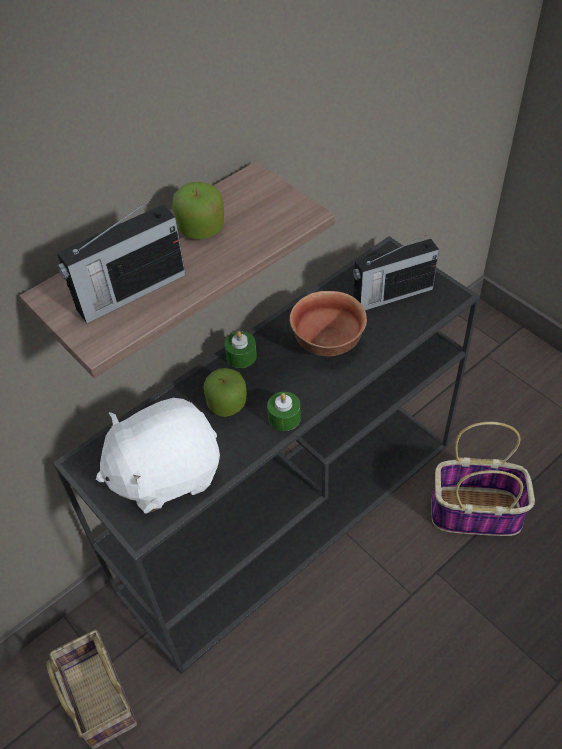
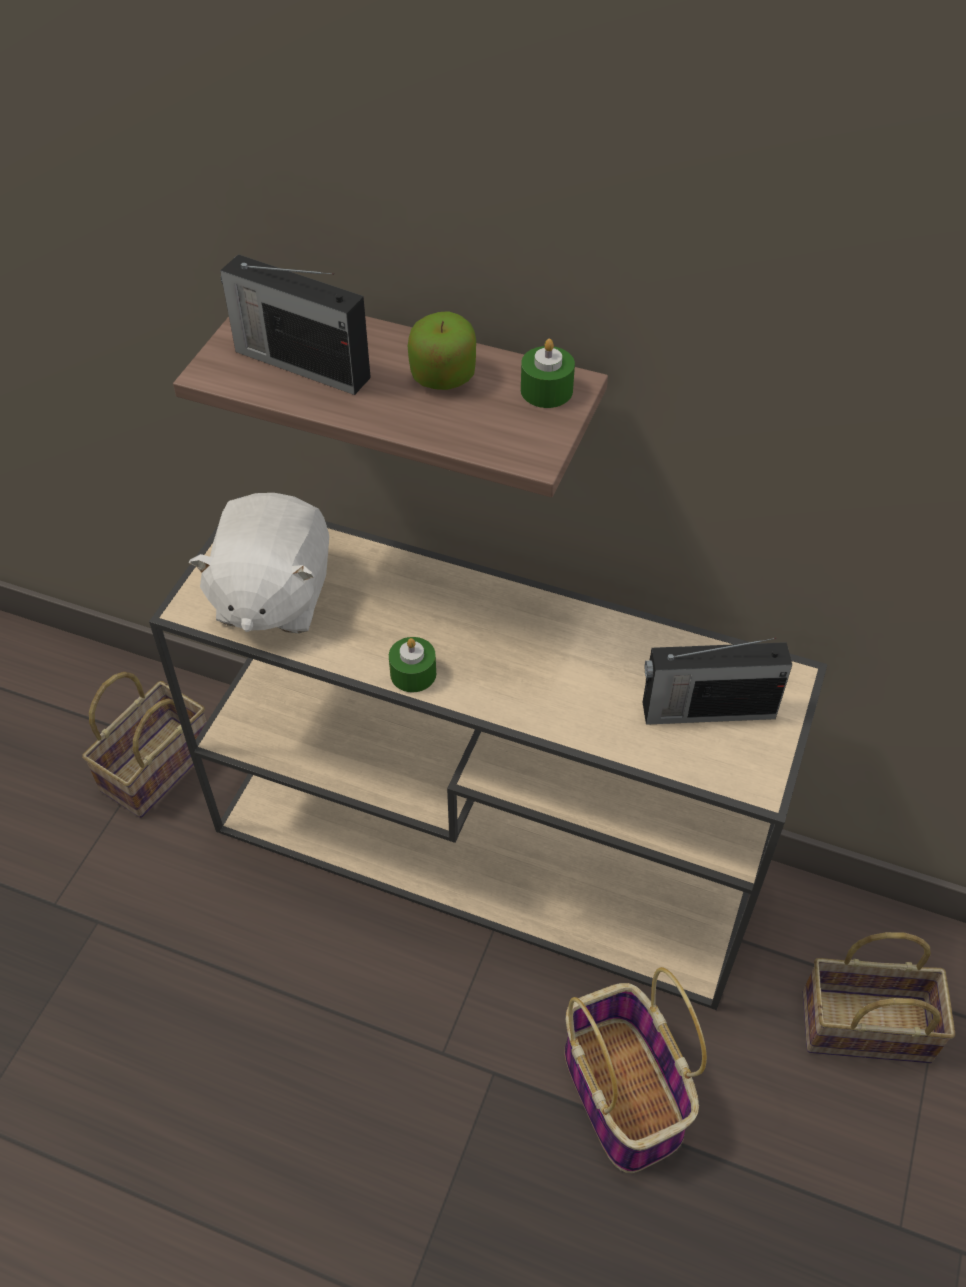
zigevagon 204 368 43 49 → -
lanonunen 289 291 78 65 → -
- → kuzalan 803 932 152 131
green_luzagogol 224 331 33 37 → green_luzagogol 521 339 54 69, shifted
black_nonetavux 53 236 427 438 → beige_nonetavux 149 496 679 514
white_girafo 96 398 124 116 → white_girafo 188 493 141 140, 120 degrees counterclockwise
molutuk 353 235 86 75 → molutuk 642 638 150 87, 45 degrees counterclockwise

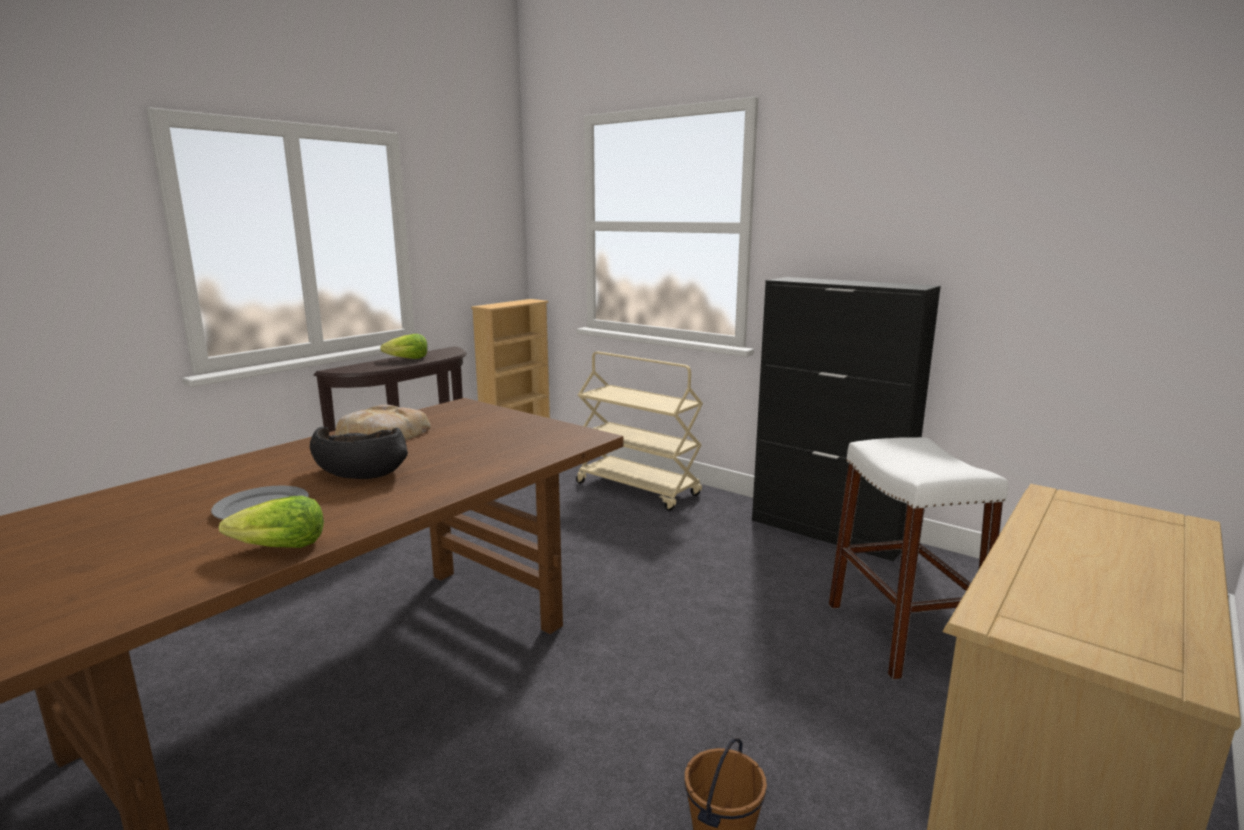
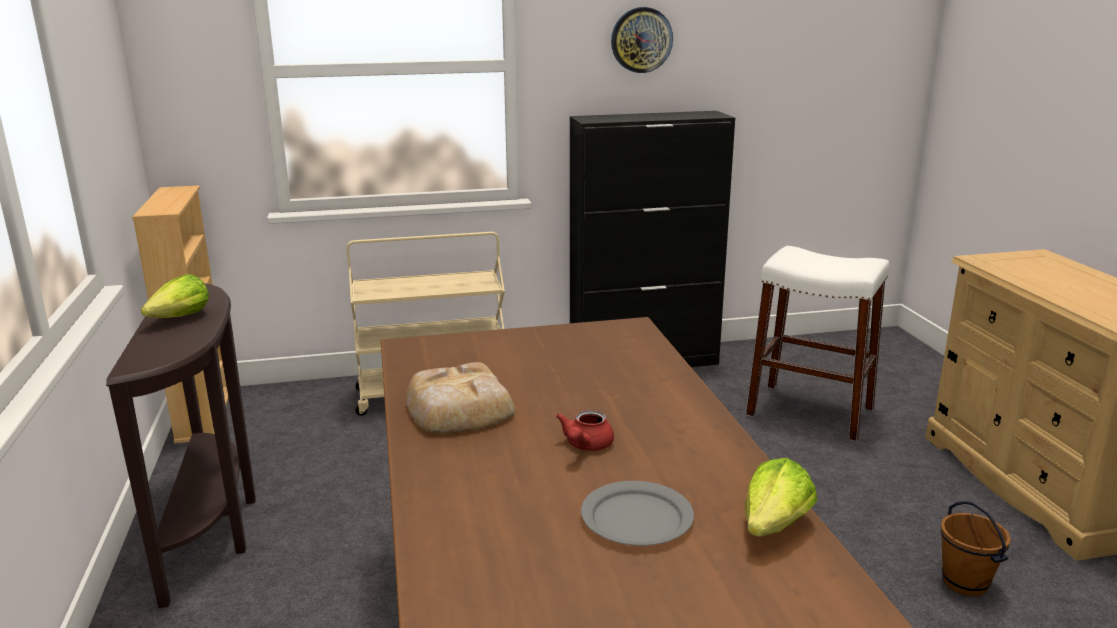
- → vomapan 611 7 62 66
black_lanonunen 310 427 98 52 → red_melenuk 556 410 58 41

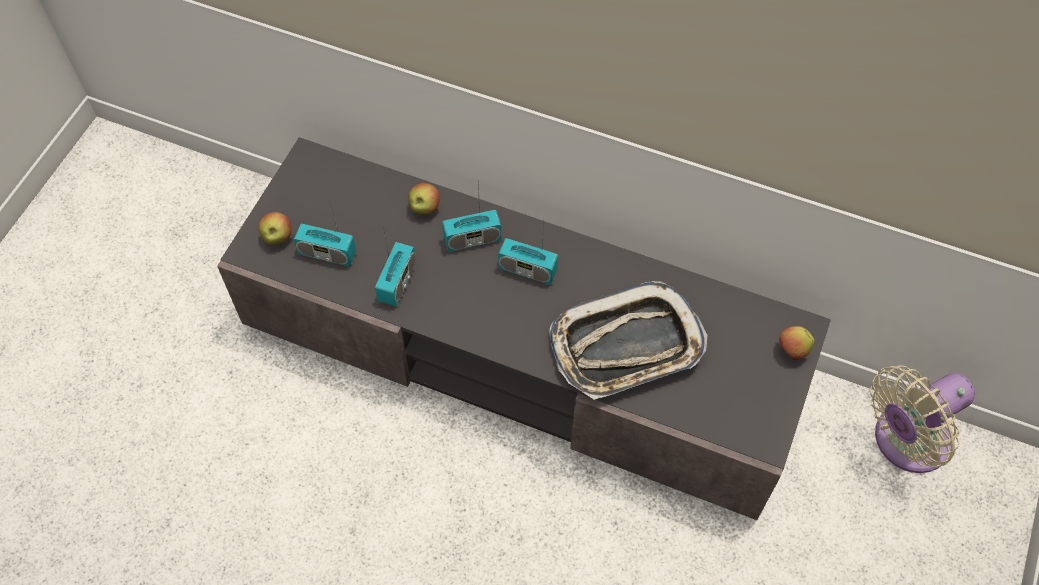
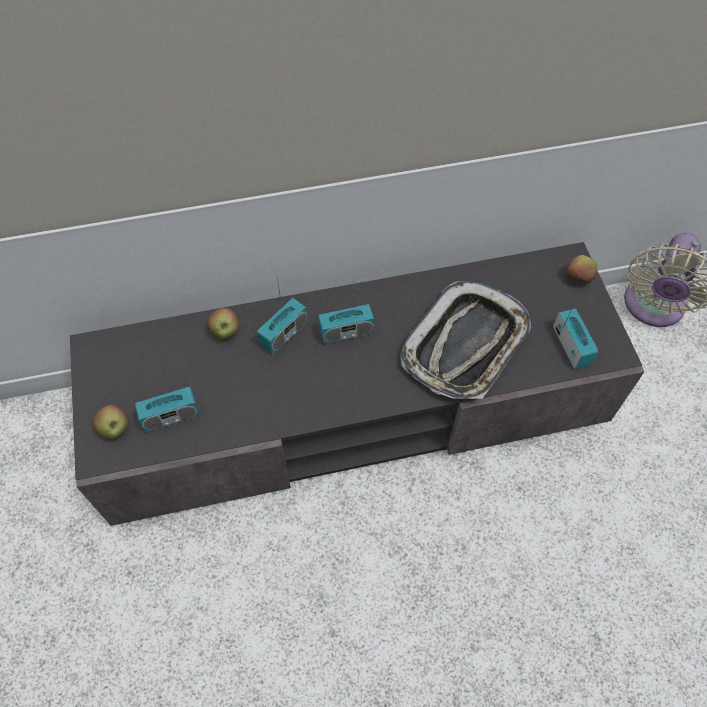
molutuk 375 227 41 79 → molutuk 553 300 45 69, shifted

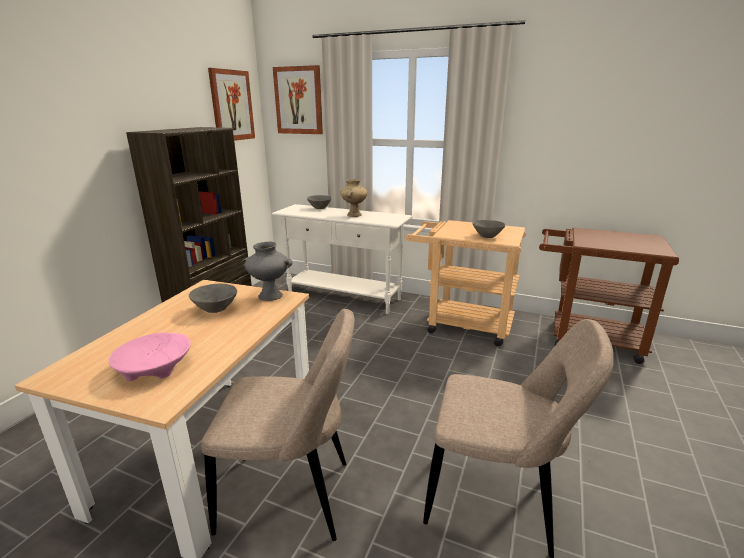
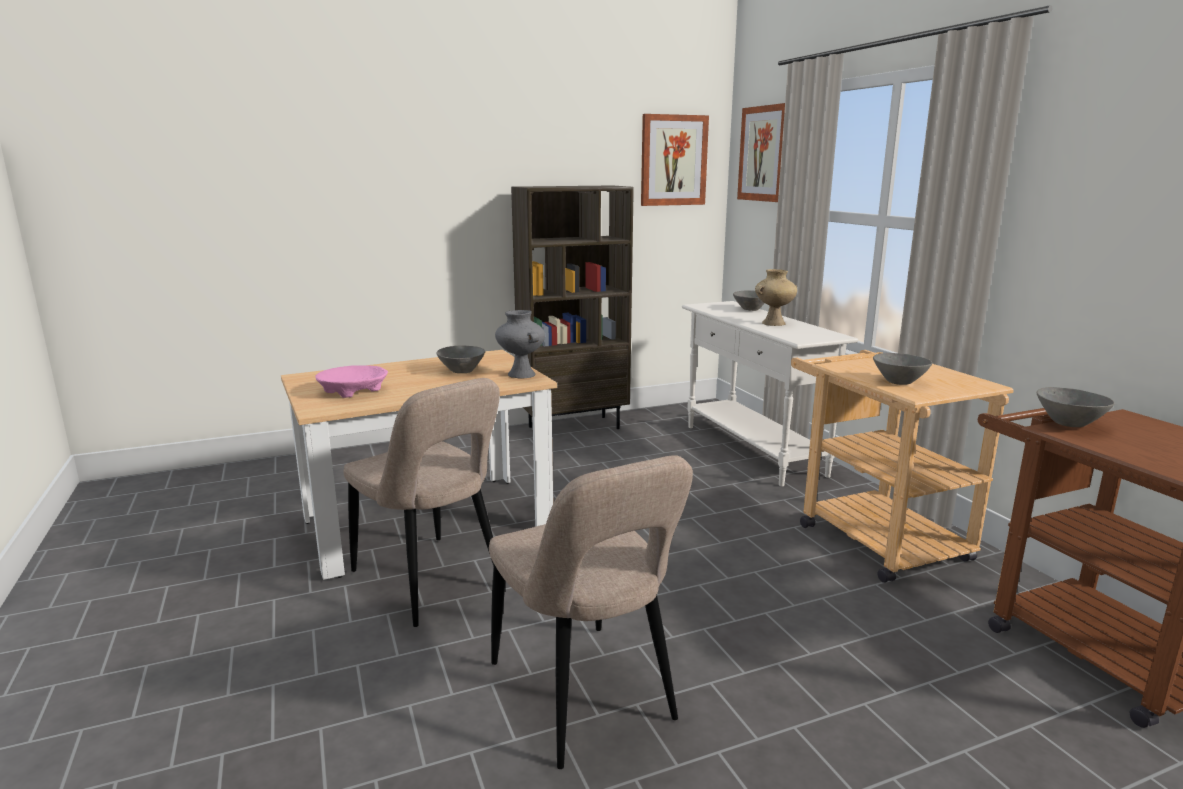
- → grey_lanonunen 1037 387 78 40

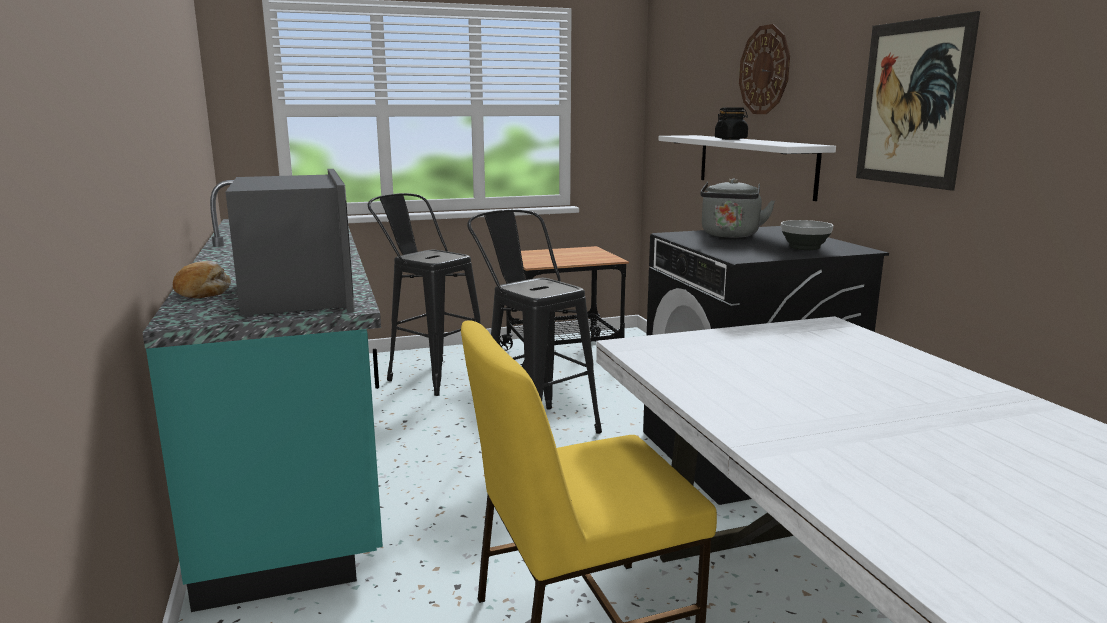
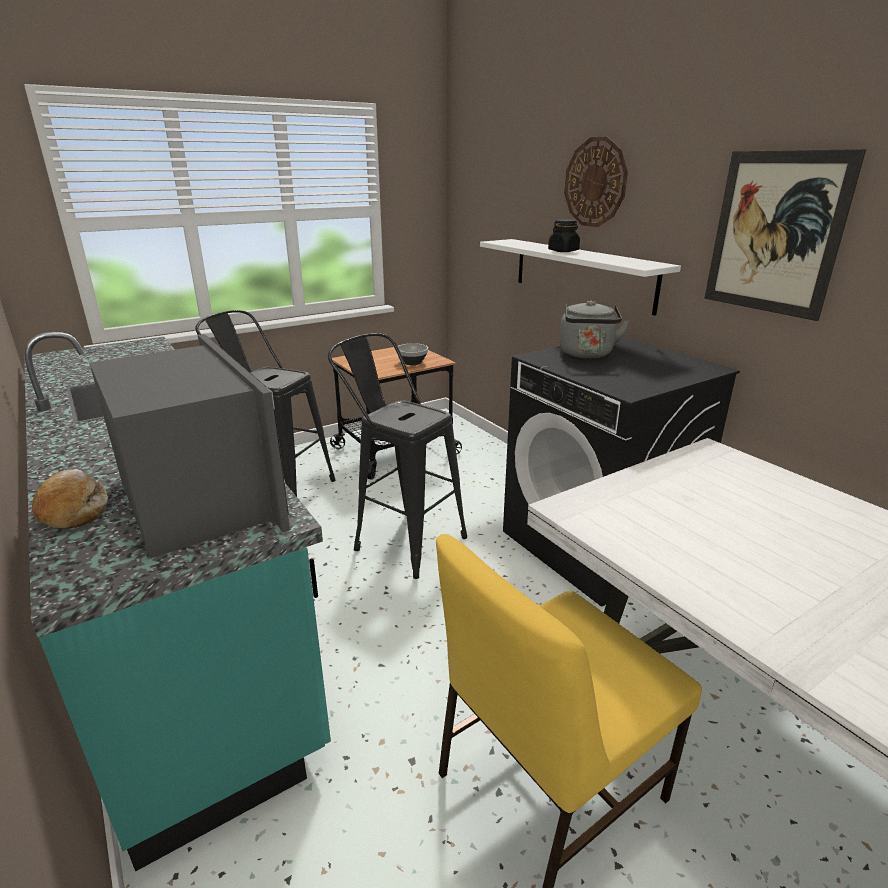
lanonunen 781 220 53 30 → lanonunen 398 343 30 22, shifted

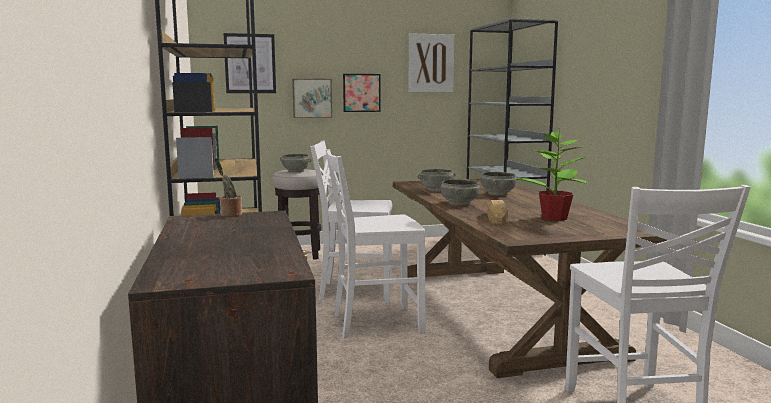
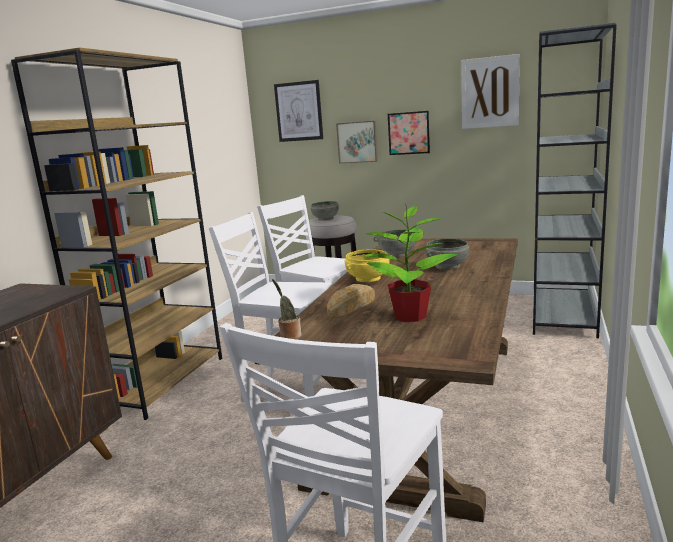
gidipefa 215 158 27 59 → gidipefa 272 279 30 60, shifted
grey_lanonunen 441 179 39 27 → yellow_lanonunen 345 249 45 33

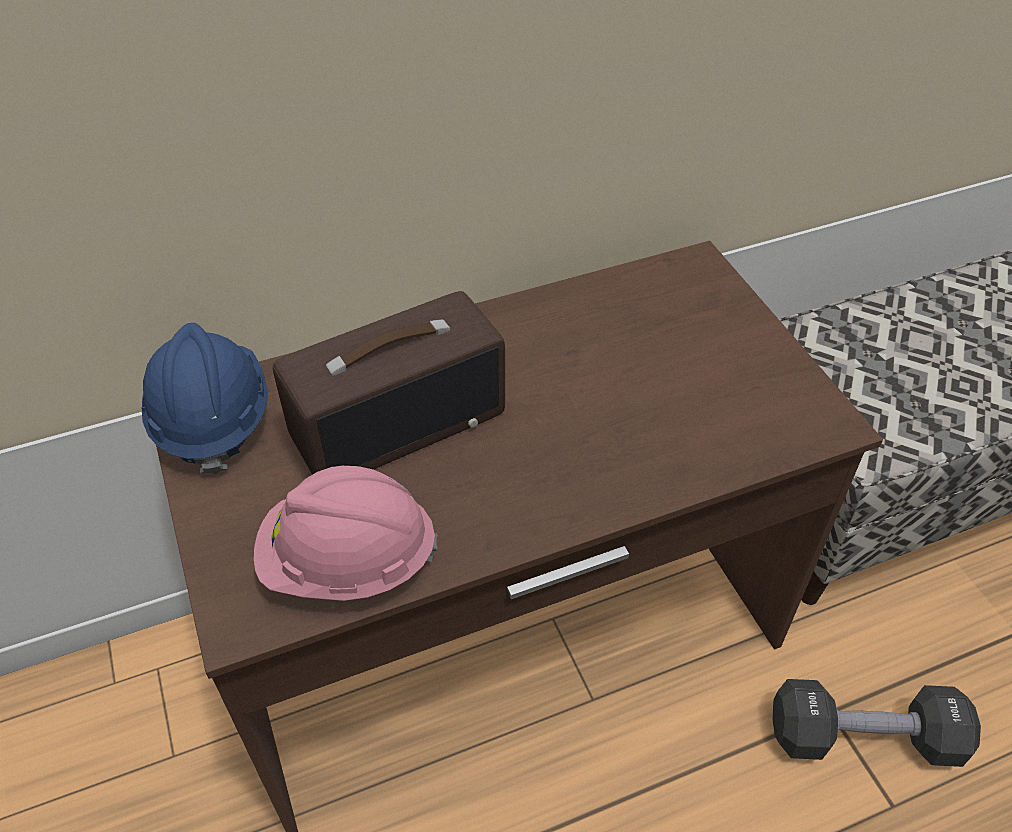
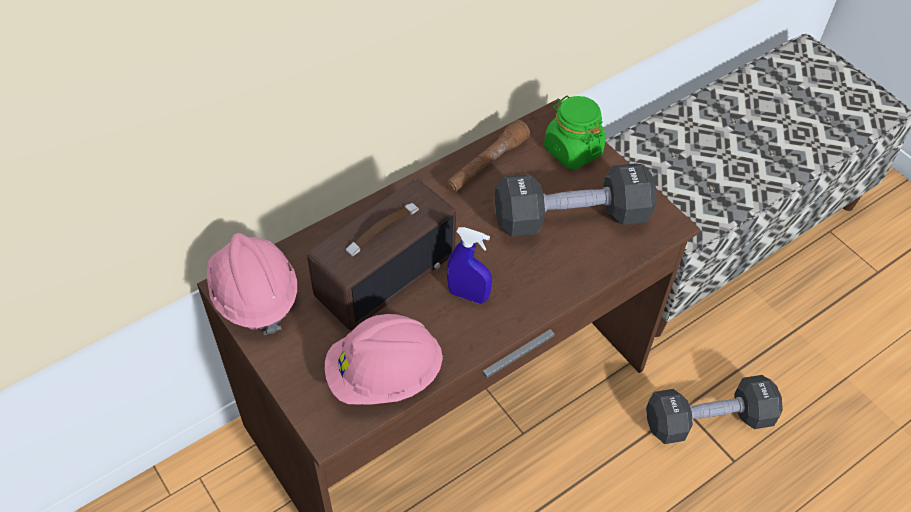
- → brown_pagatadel 446 120 84 72
- → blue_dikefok 447 227 45 77
- → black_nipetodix 495 163 162 74
- → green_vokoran 544 96 62 73
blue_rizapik 142 323 126 151 → pink_rizapik 207 233 90 102

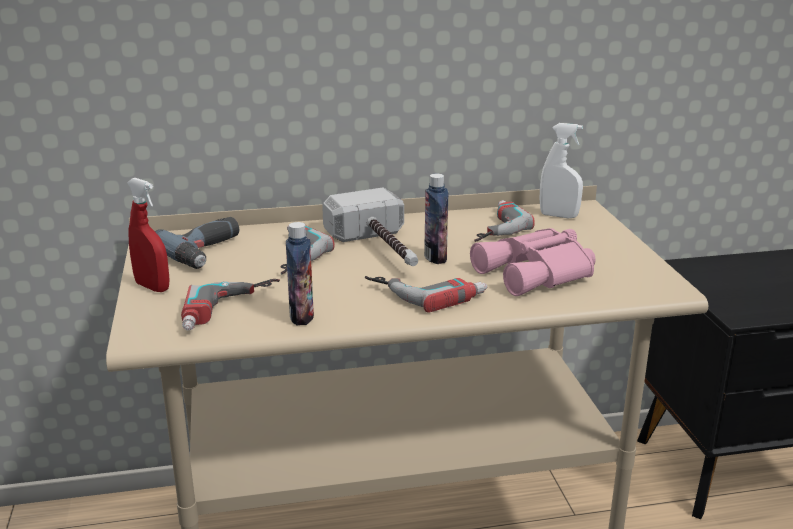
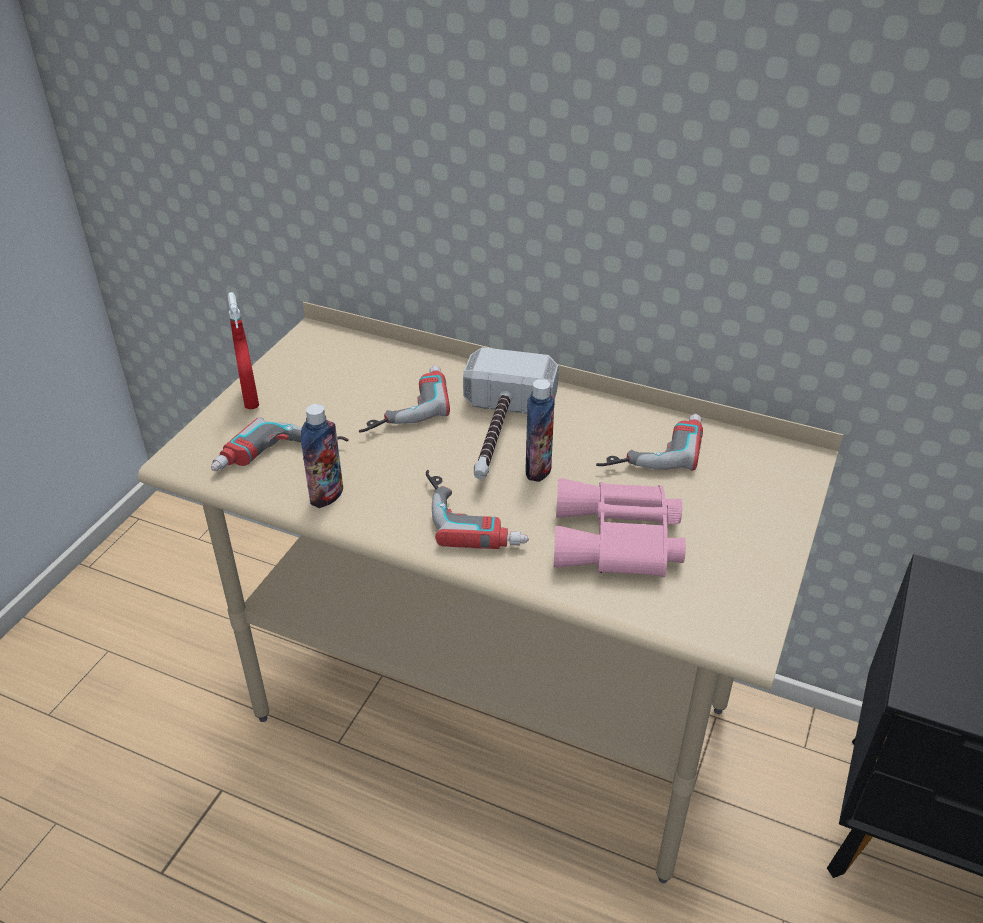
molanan 155 217 84 52 → -
white_dikefok 540 123 43 95 → -

